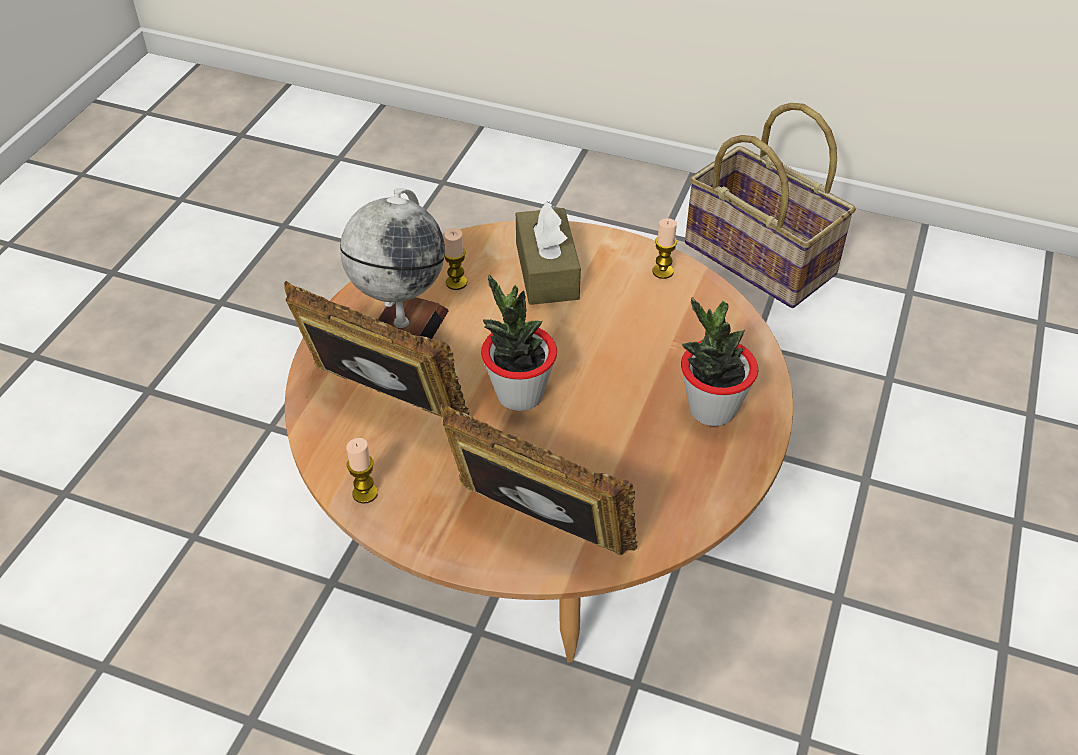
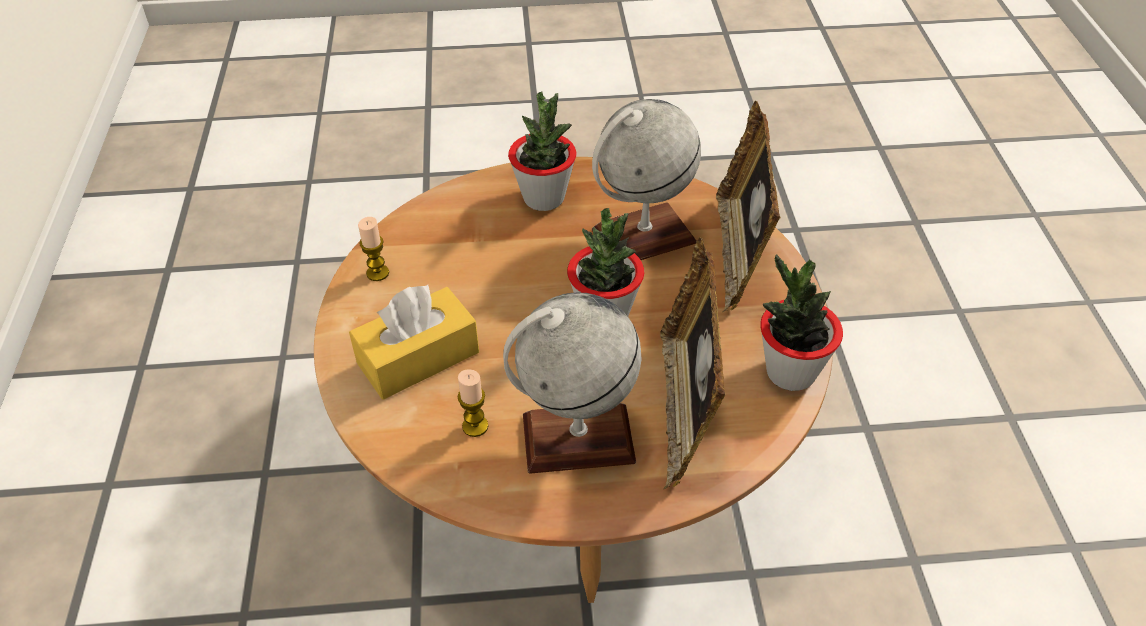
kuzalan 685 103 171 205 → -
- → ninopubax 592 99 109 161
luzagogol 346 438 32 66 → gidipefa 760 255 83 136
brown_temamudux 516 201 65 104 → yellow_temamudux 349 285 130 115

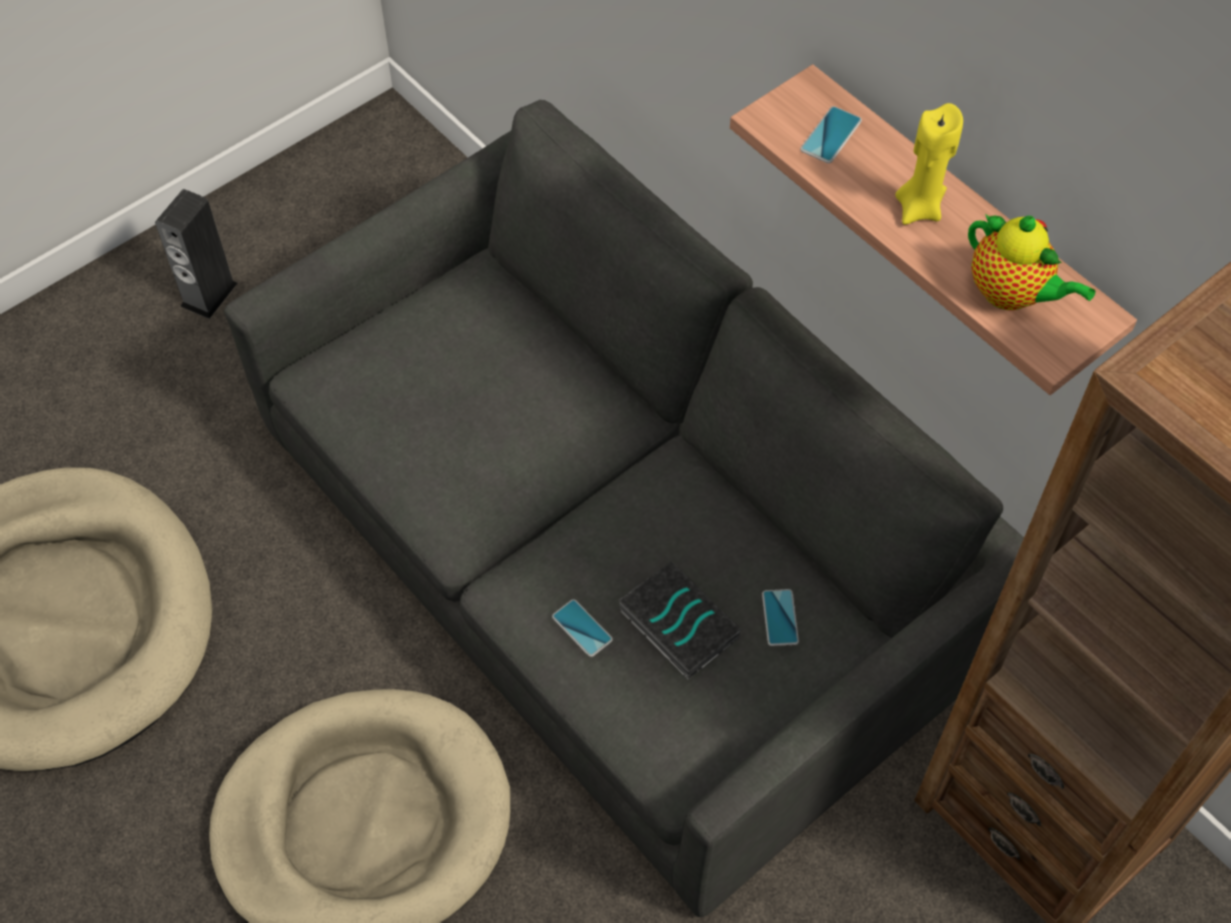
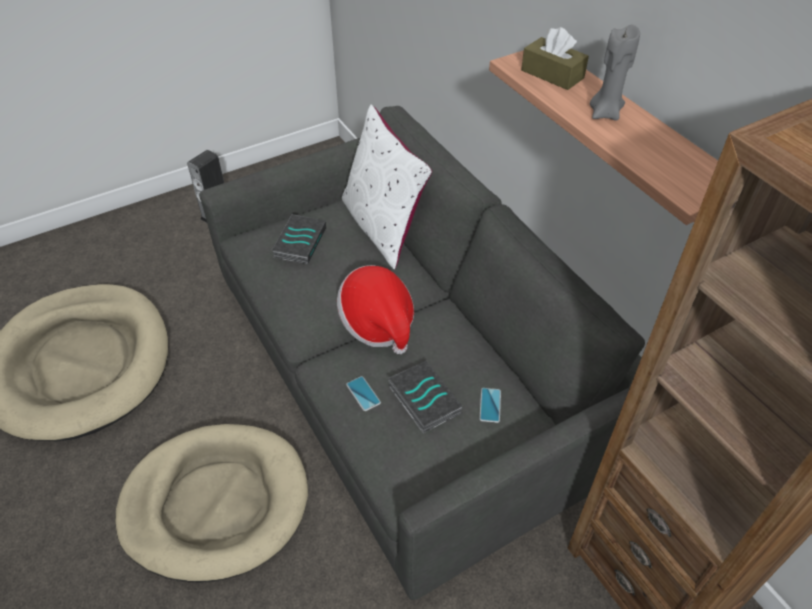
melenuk 968 214 127 96 → -
- → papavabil 271 214 55 50
- → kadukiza 337 265 77 89
- → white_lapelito 342 105 90 164
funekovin 800 106 62 57 → brown_temamudux 521 27 68 63
yellow_luzagogol 895 103 68 122 → grey_luzagogol 590 25 50 96

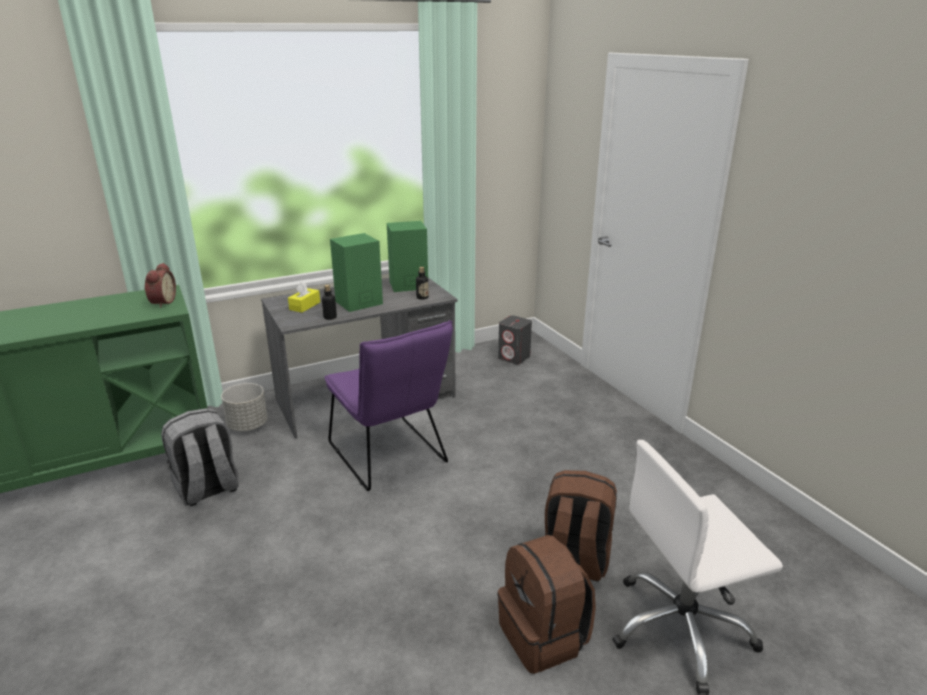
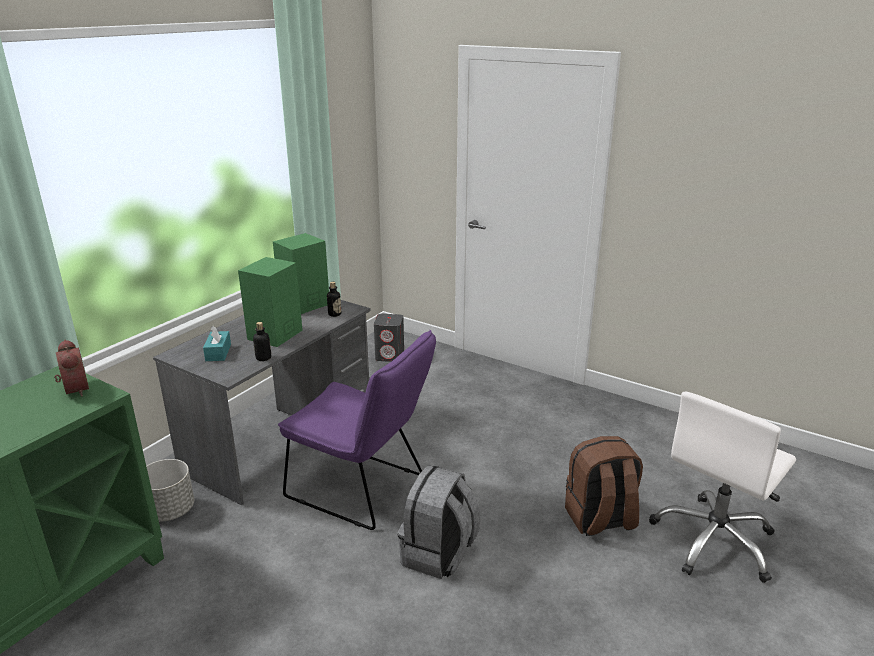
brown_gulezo 498 535 98 139 → -
grey_gulezo 161 408 78 98 → grey_gulezo 398 465 83 114, shifted
yellow_temamudux 288 282 32 31 → turquoise_temamudux 203 325 28 36

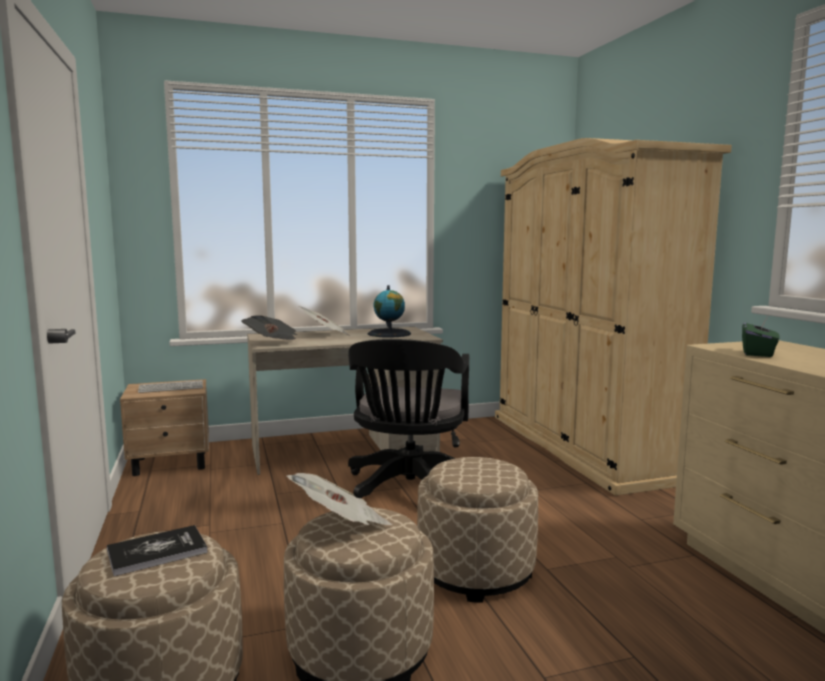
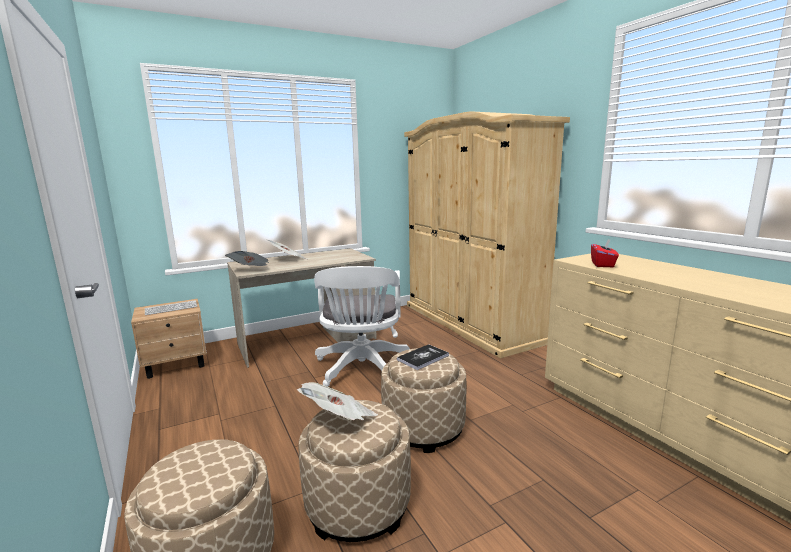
ninopubax 368 285 43 53 → -
papavabil 107 525 101 51 → papavabil 397 344 52 26, shifted
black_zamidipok 348 339 121 160 → white_zamidipok 314 266 96 121
green_temamudux 742 316 38 41 → red_temamudux 591 239 28 28

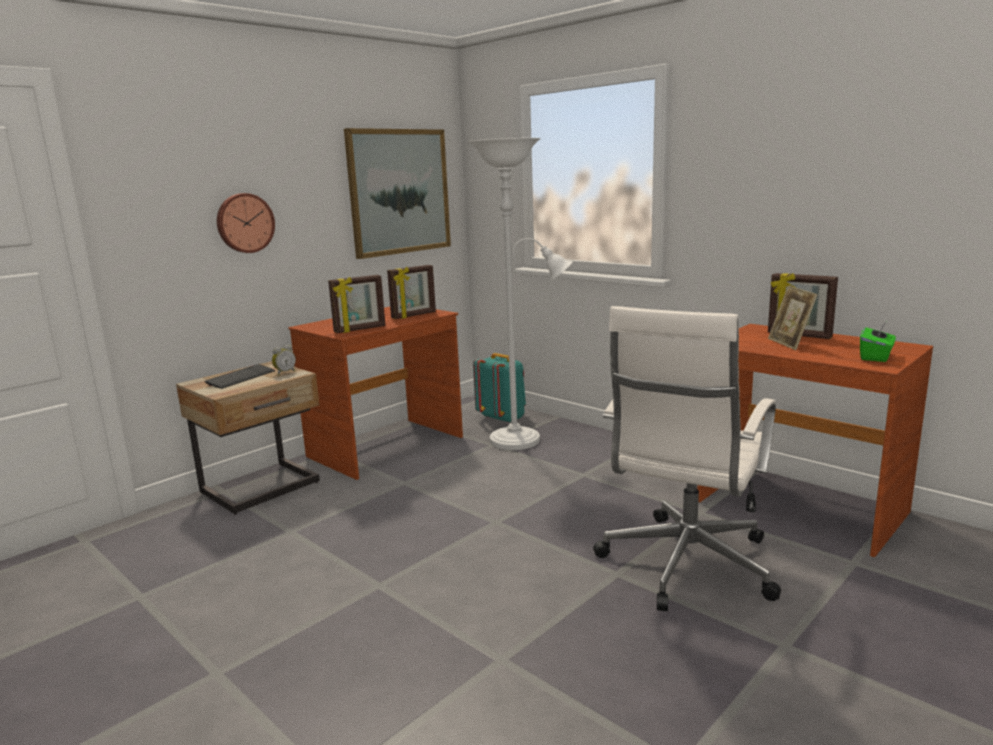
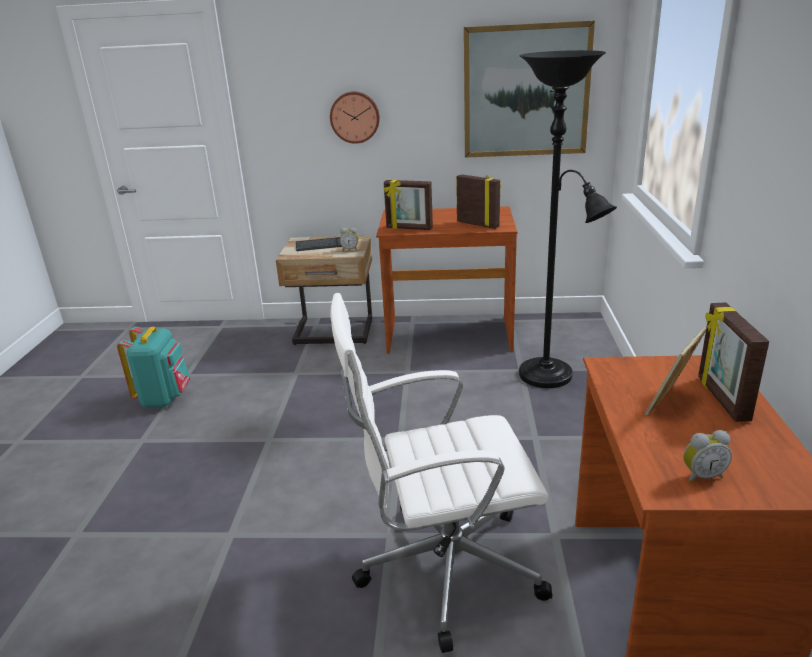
turquoise_gulezo 473 353 53 70 → turquoise_gulezo 117 326 74 82, shifted
green_temamudux 860 321 36 41 → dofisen 683 430 49 53
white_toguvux 468 138 105 312 → black_toguvux 519 50 98 338
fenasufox 387 265 49 54 → fenasufox 456 174 45 55, 150 degrees counterclockwise

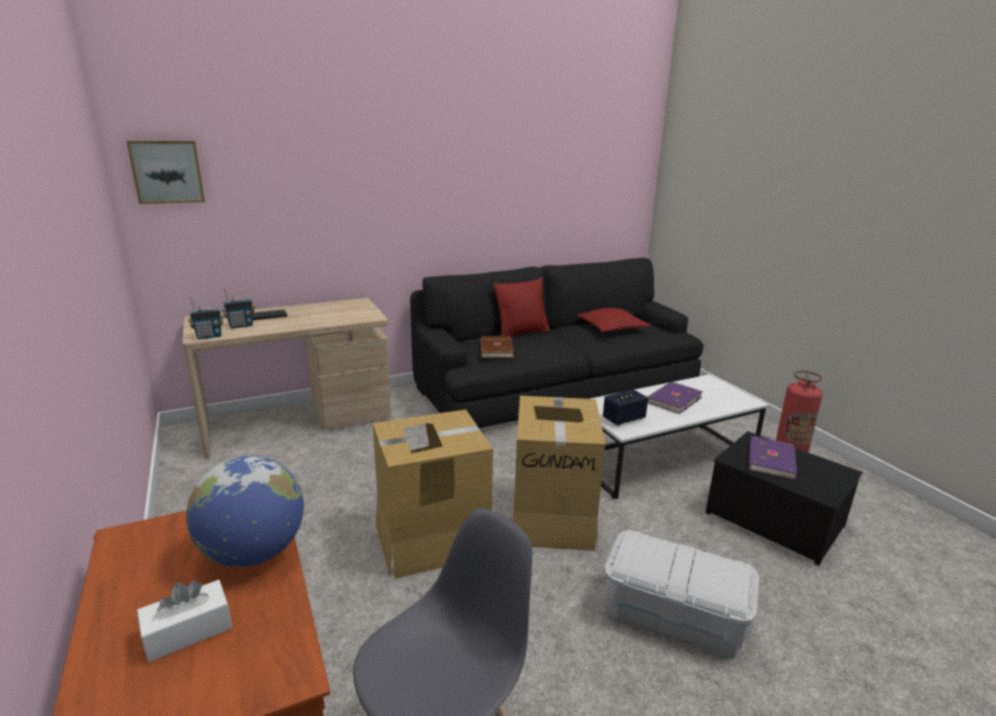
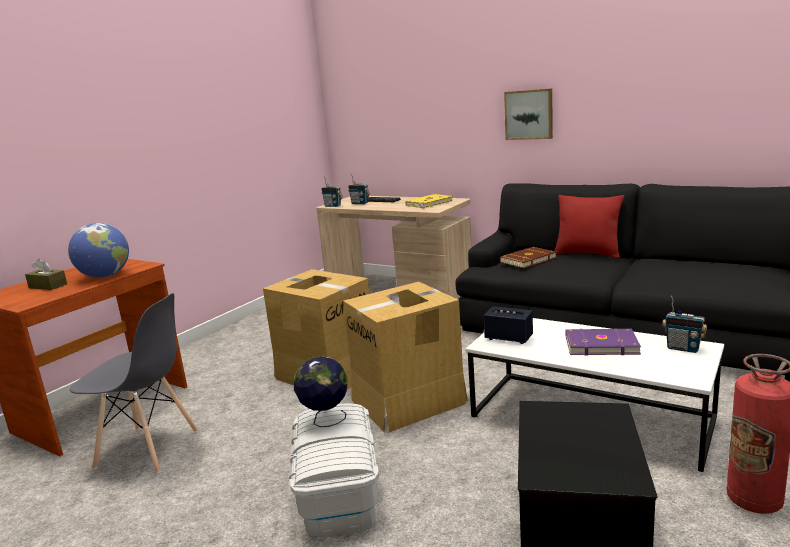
red_lapelito 577 308 74 24 → -
purple_papavabil 749 436 48 44 → -
- → ninopubax 294 356 53 71
- → yellow_papavabil 405 194 48 14
- → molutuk 662 296 45 57
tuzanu 127 141 78 63 → tuzanu 504 88 49 52, shifted
white_temamudux 137 580 95 82 → brown_temamudux 25 259 42 31

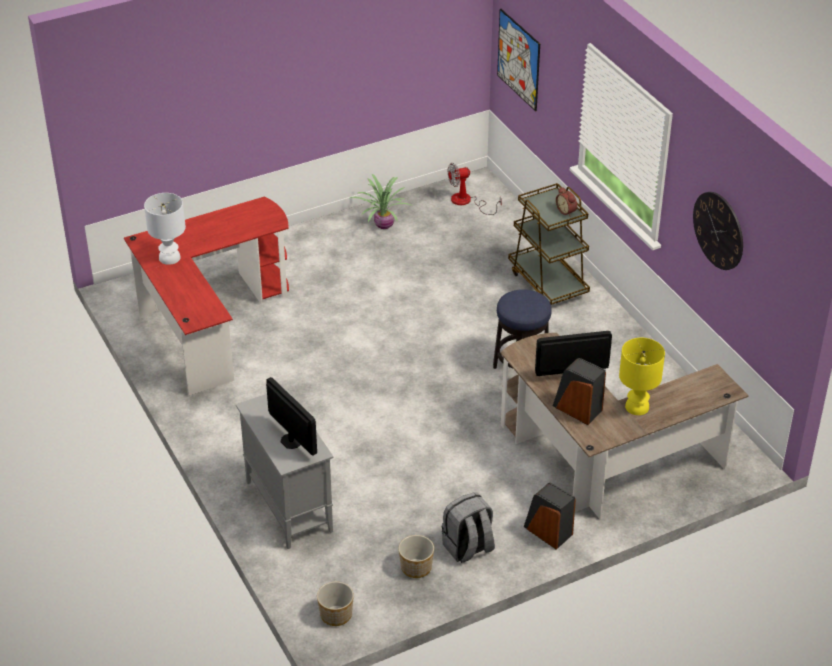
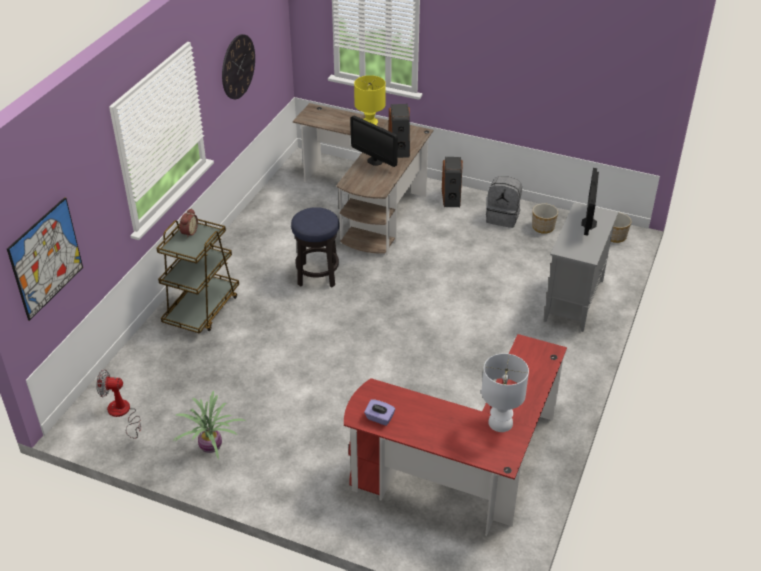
- → purple_temamudux 364 399 31 27
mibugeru 448 163 54 52 → mibugeru 96 369 45 70, 150 degrees clockwise

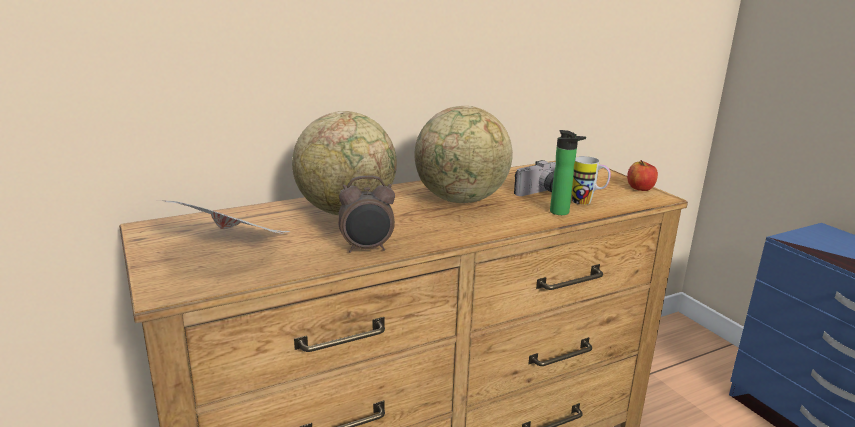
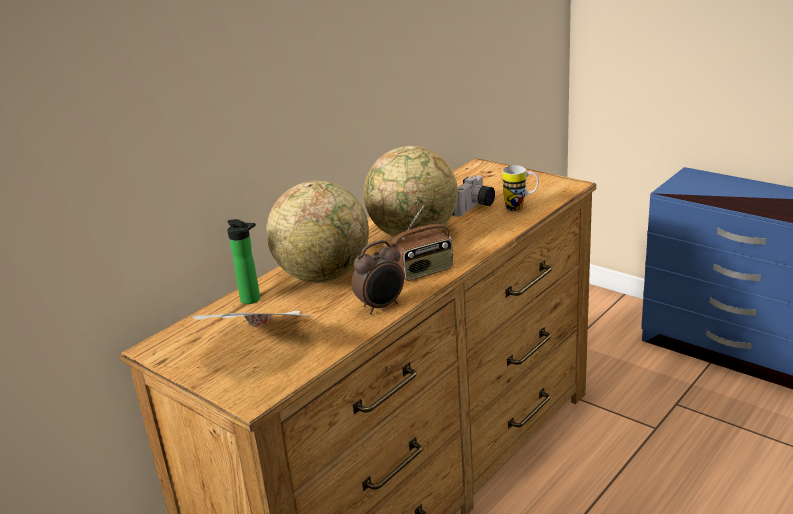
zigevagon 627 160 31 31 → -
- → molutuk 391 205 62 76
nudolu 550 130 36 85 → nudolu 227 219 33 85, shifted

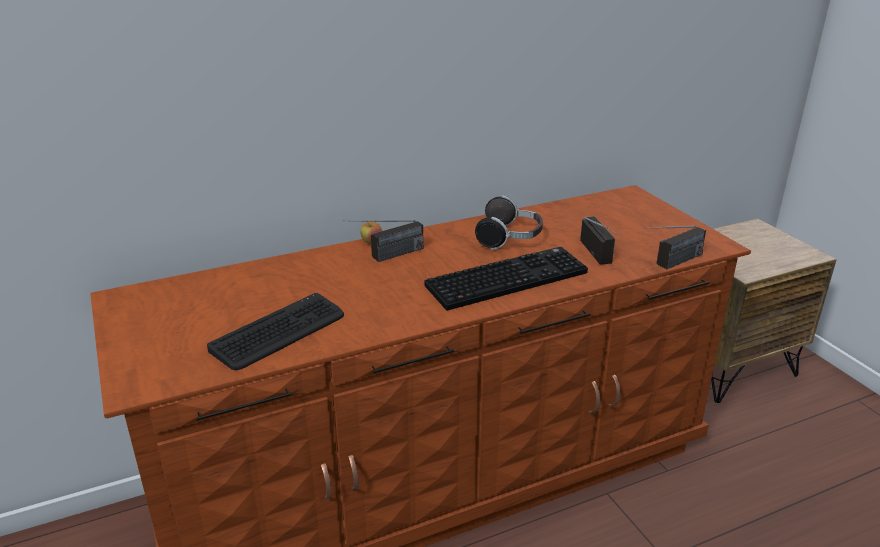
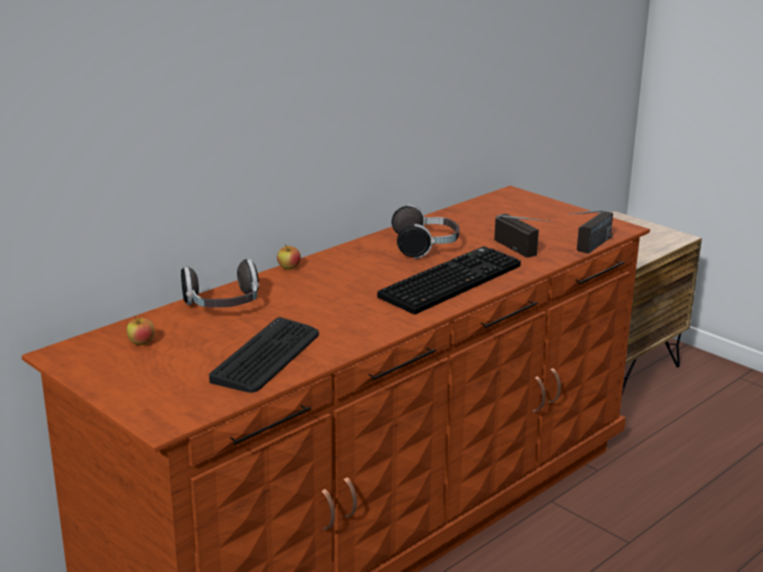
molutuk 344 220 79 42 → -
- → zigevagon 127 316 28 29
- → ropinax 181 259 78 49

